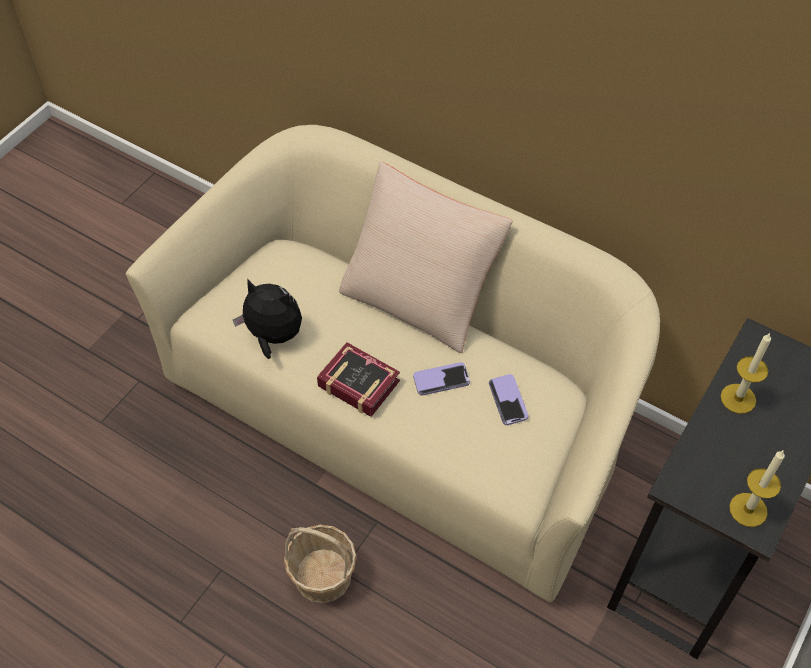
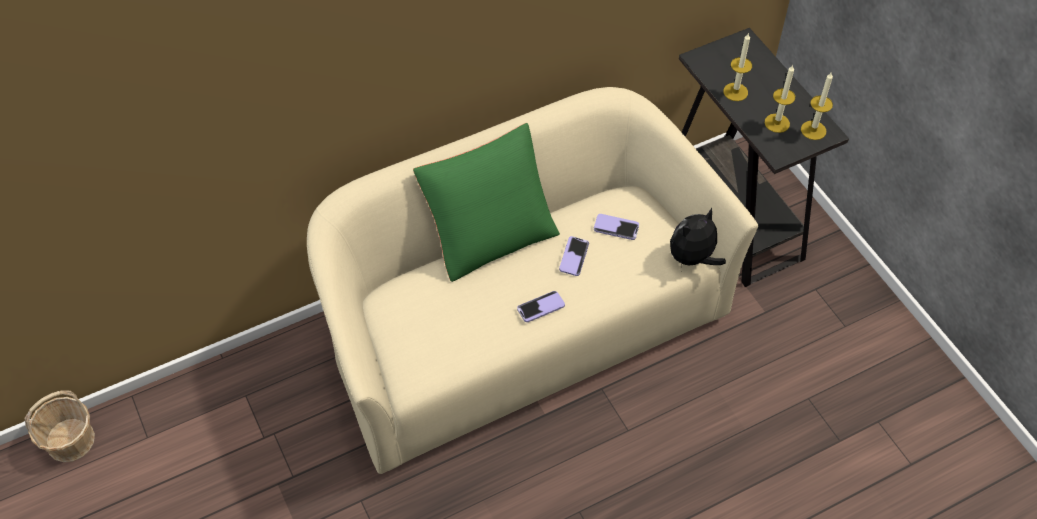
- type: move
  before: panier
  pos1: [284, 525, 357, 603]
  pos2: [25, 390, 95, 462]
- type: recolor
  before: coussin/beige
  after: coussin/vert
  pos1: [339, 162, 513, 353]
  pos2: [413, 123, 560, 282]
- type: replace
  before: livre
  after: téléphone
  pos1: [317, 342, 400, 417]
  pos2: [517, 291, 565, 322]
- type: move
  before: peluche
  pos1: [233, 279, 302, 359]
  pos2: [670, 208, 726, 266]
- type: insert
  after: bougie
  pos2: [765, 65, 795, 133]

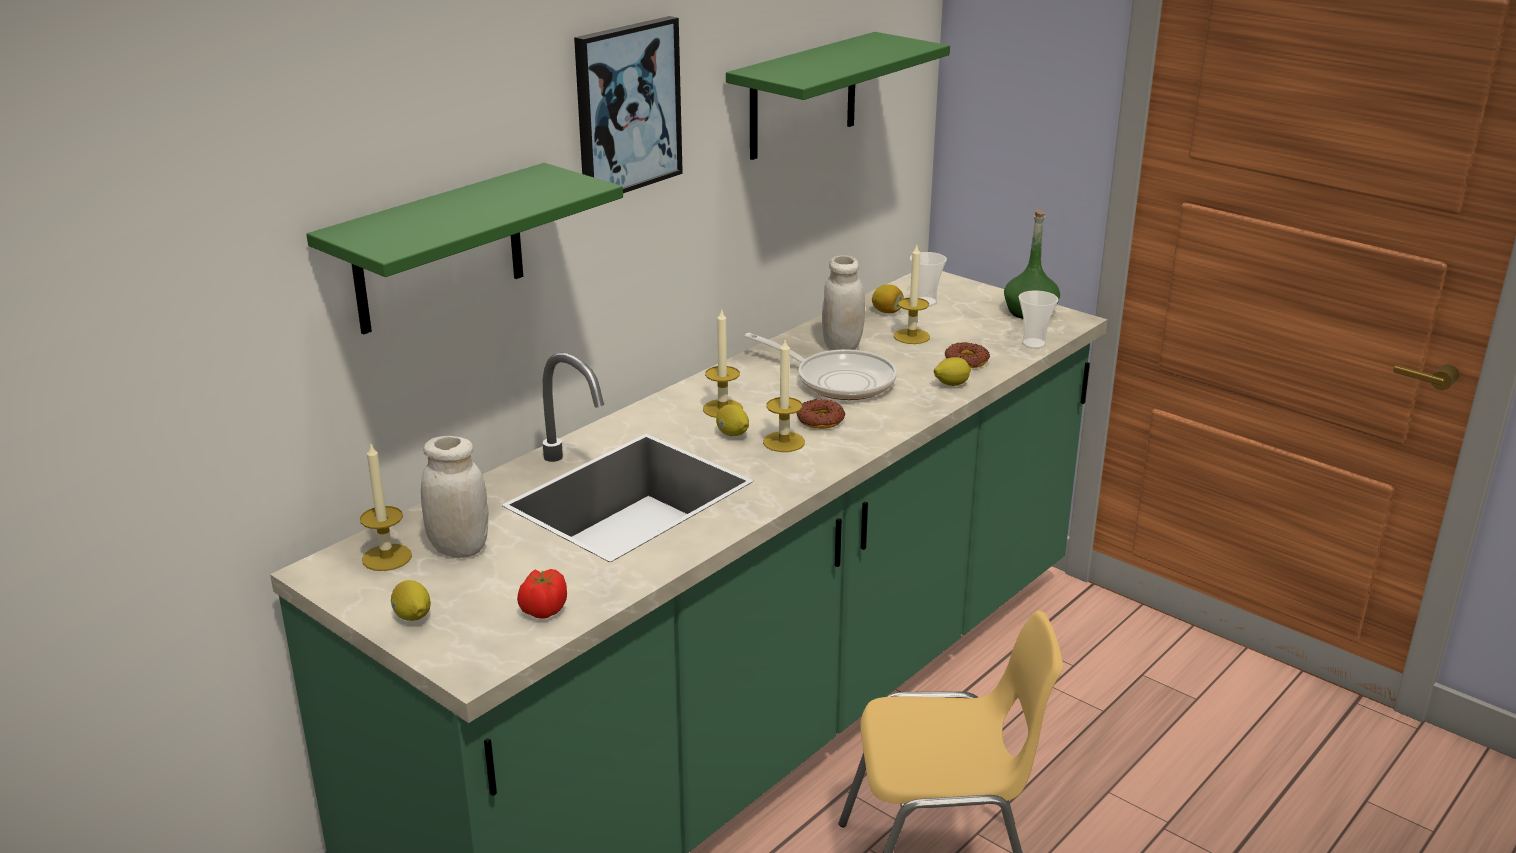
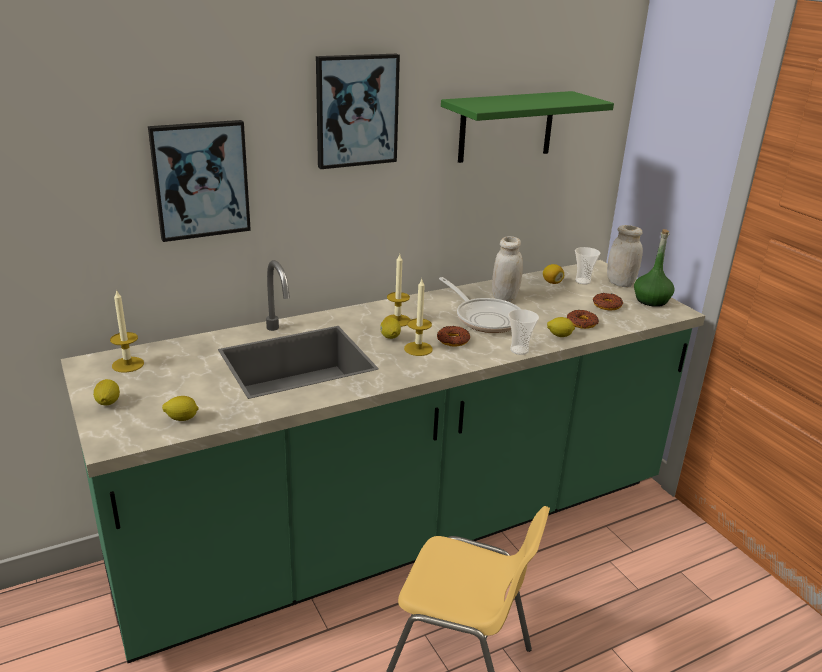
- type: replace
  before: étagère/vert
  after: tableau
  pos1: [306, 163, 623, 335]
  pos2: [148, 120, 251, 242]
- type: replace
  before: tomate
  after: citron
  pos1: [517, 569, 567, 619]
  pos2: [162, 396, 199, 421]
- type: move
  before: tasse
  pos1: [1019, 290, 1058, 349]
  pos2: [508, 309, 539, 355]
- type: insert
  after: beignet
  pos2: [593, 293, 623, 310]
- type: move
  before: bocal/blanc
  pos1: [421, 436, 488, 558]
  pos2: [607, 225, 643, 287]
- type: delete
  before: bougie
  pos1: [894, 246, 930, 344]

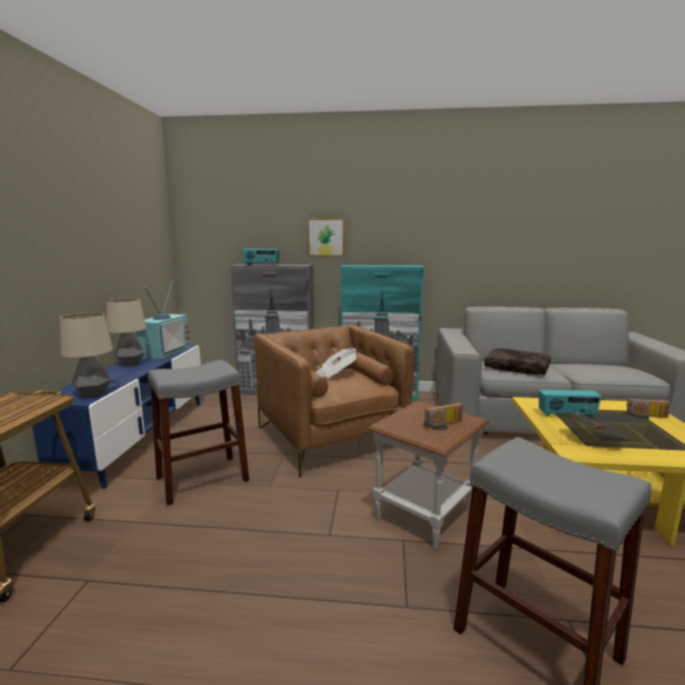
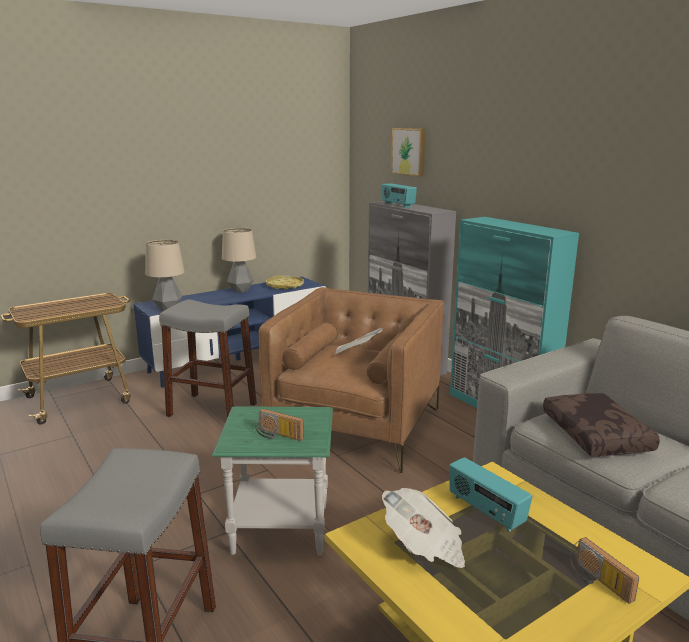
- type: recolor
  before: table d'appoint/marron
  after: table d'appoint/vert
  pos1: [367, 401, 490, 549]
  pos2: [212, 406, 333, 556]
- type: replace
  before: téléviseur
  after: plateau/jaune
  pos1: [136, 281, 190, 360]
  pos2: [266, 275, 304, 290]
- type: move
  before: tableau
  pos1: [308, 218, 345, 256]
  pos2: [391, 128, 426, 177]

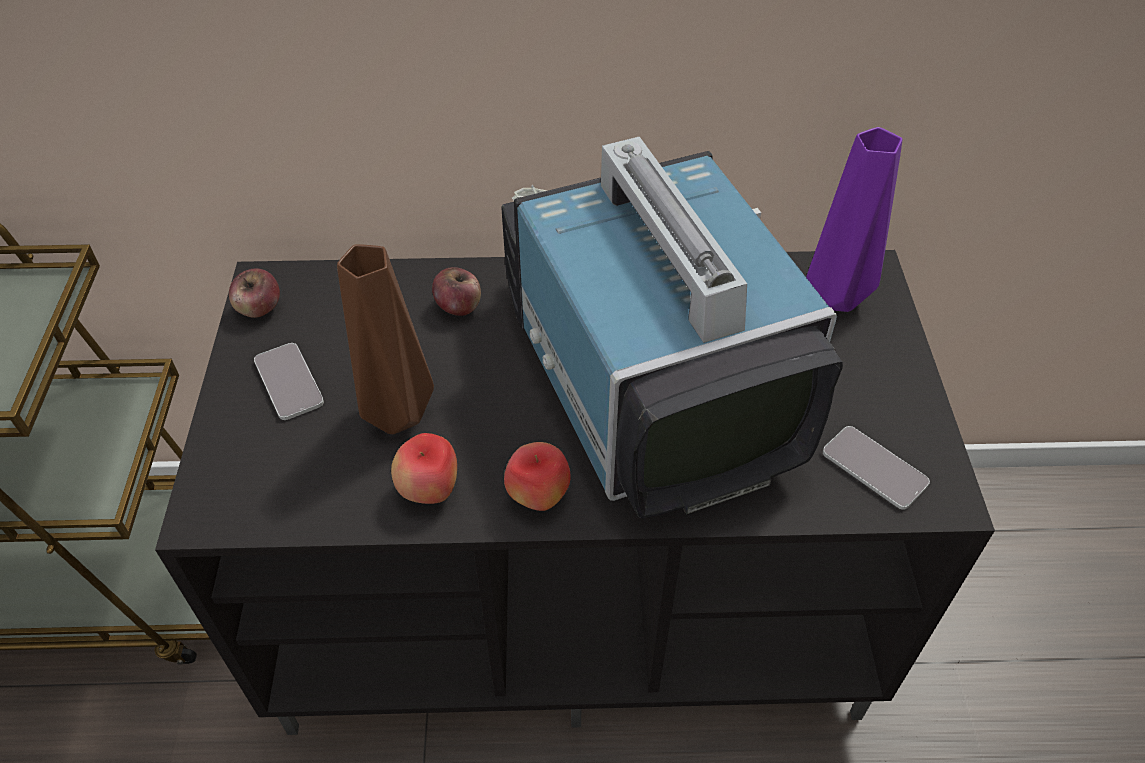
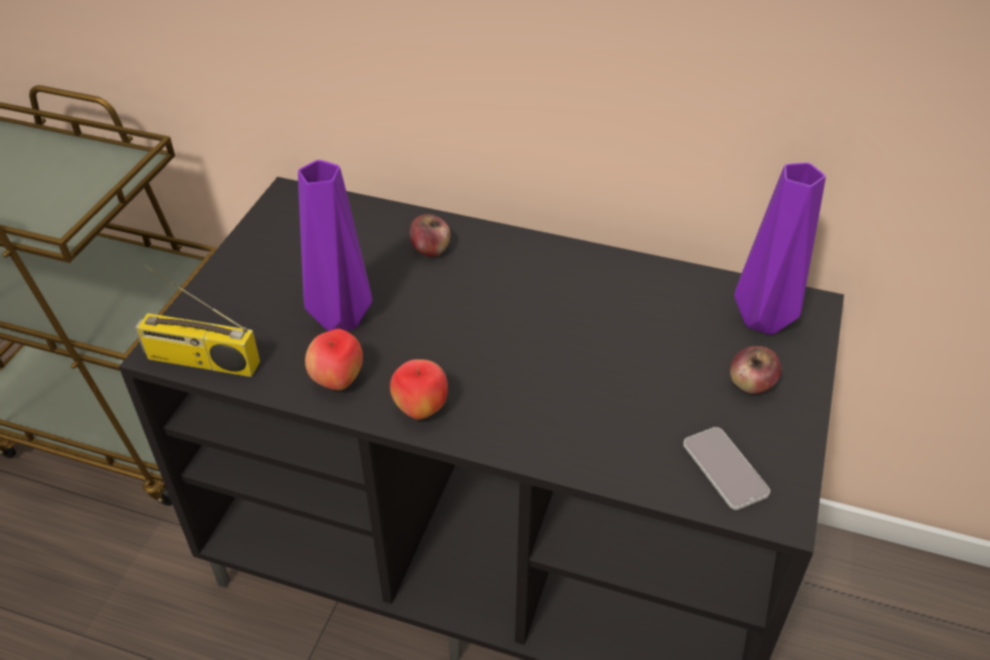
- type: insert
  after: radio
  pos2: [135, 265, 260, 377]
- type: recolor
  before: vase/marron
  after: vase/violet
  pos1: [337, 244, 434, 434]
  pos2: [298, 160, 372, 331]
- type: move
  before: pomme
  pos1: [229, 268, 280, 318]
  pos2: [730, 346, 781, 394]
- type: delete
  before: téléphone
  pos1: [254, 343, 324, 420]
- type: delete
  before: téléviseur
  pos1: [501, 137, 843, 519]

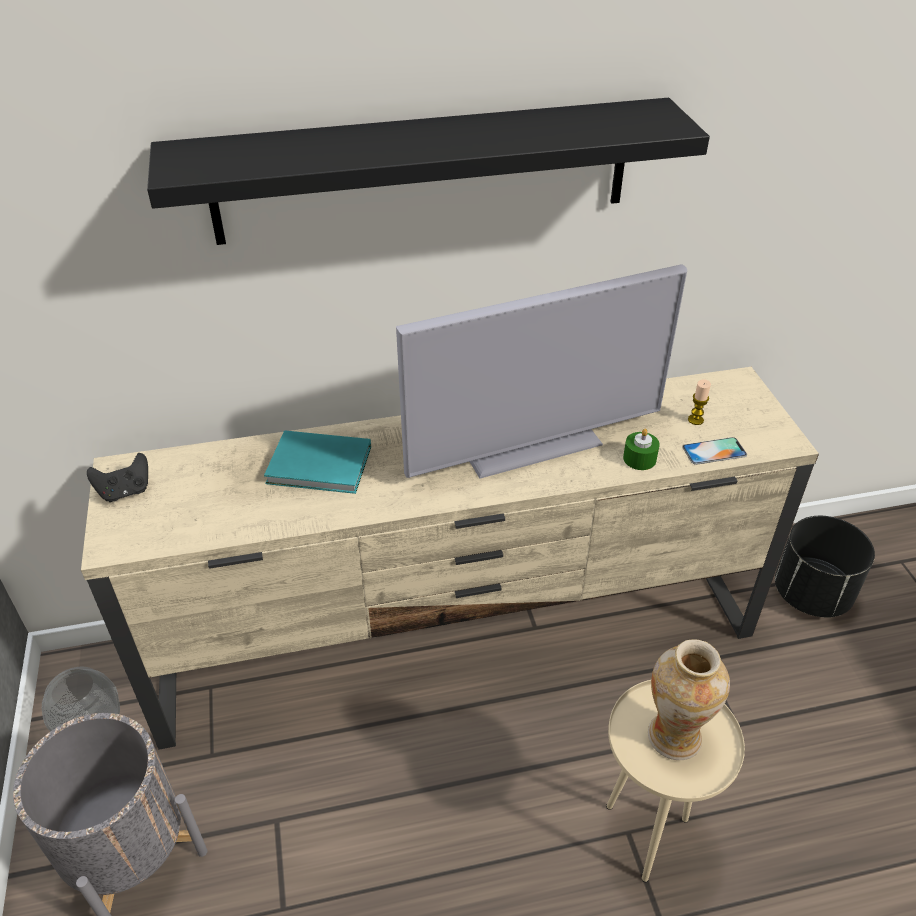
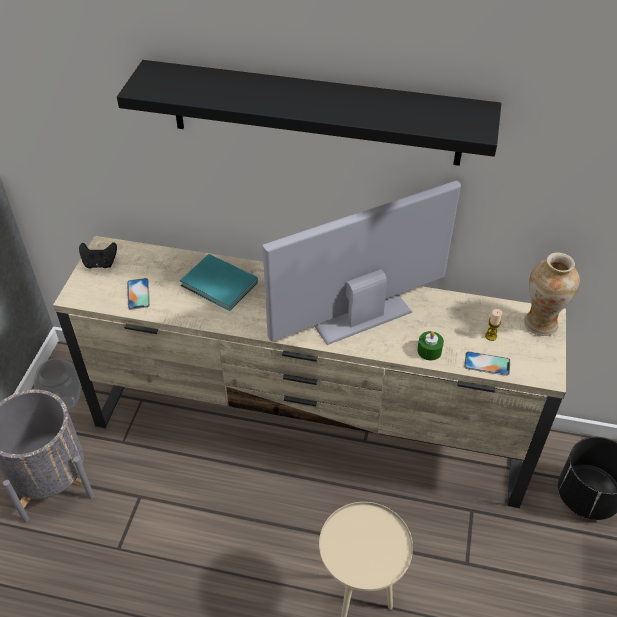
- type: insert
  after: téléphone
  pos2: [127, 278, 150, 309]
- type: rotate
  before: téléviseur
  pos1: [396, 264, 687, 478]
  pos2: [262, 181, 461, 345]
  turn: 150
- type: move
  before: vase
  pos1: [648, 639, 730, 760]
  pos2: [524, 252, 580, 336]

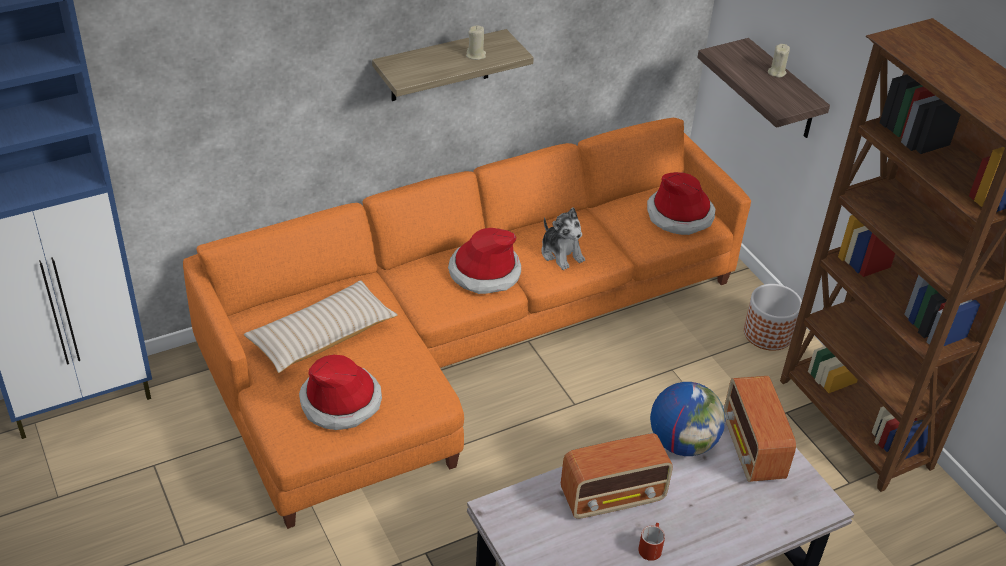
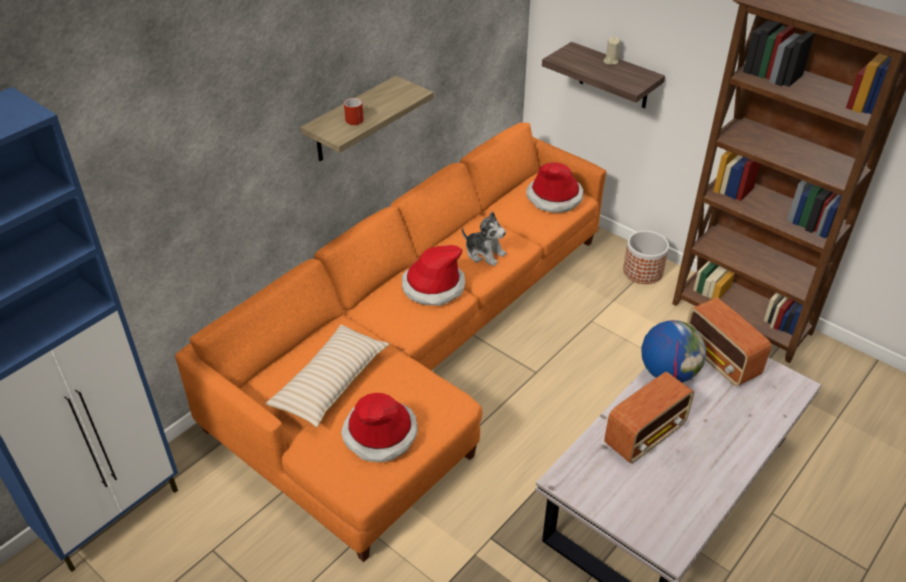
- type: move
  before: mug/rouge
  pos1: [638, 523, 665, 561]
  pos2: [344, 98, 364, 125]
- type: delete
  before: bougie/beige
  pos1: [466, 25, 486, 60]

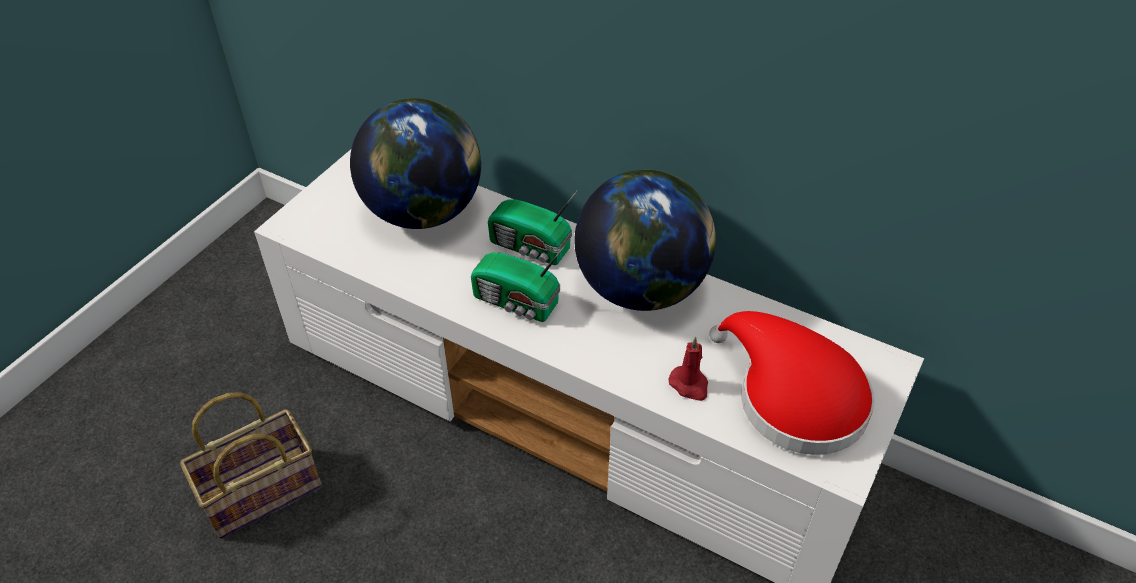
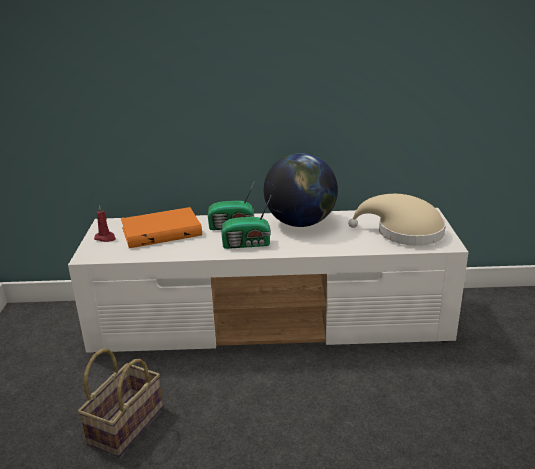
- type: move
  before: bougie/rouge
  pos1: [668, 337, 708, 401]
  pos2: [94, 205, 116, 242]
- type: replace
  before: globe
  after: livre/orange
  pos1: [350, 98, 481, 229]
  pos2: [121, 207, 202, 248]
- type: recolor
  before: chapeau/rouge
  after: chapeau/beige
  pos1: [709, 311, 875, 455]
  pos2: [348, 194, 446, 246]

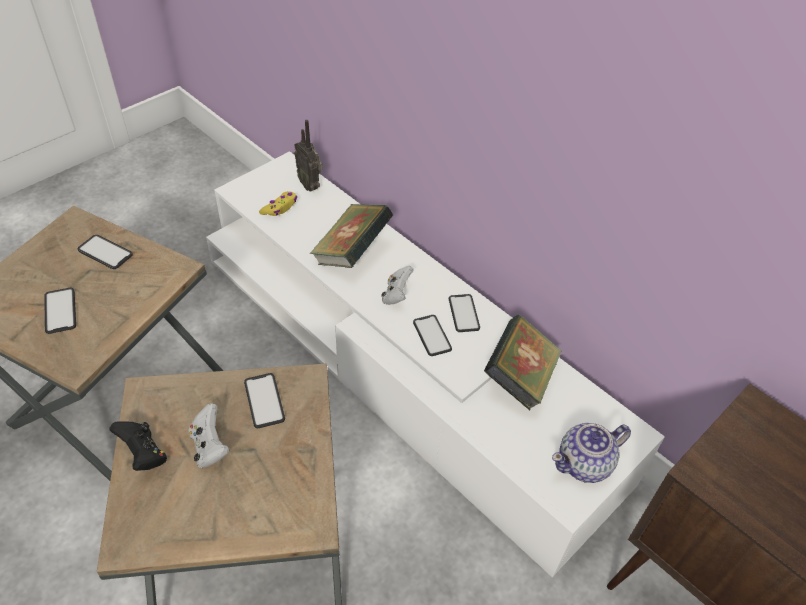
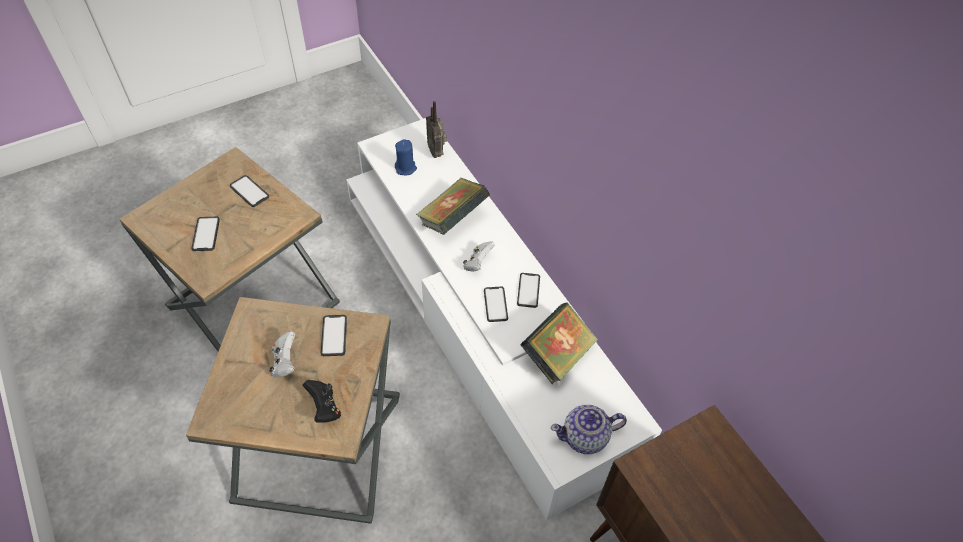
- type: move
  before: manette/noir
  pos1: [109, 421, 167, 471]
  pos2: [303, 380, 341, 422]
- type: replace
  before: manette/jaune
  after: bougie/bleu
  pos1: [259, 191, 297, 216]
  pos2: [395, 140, 417, 175]

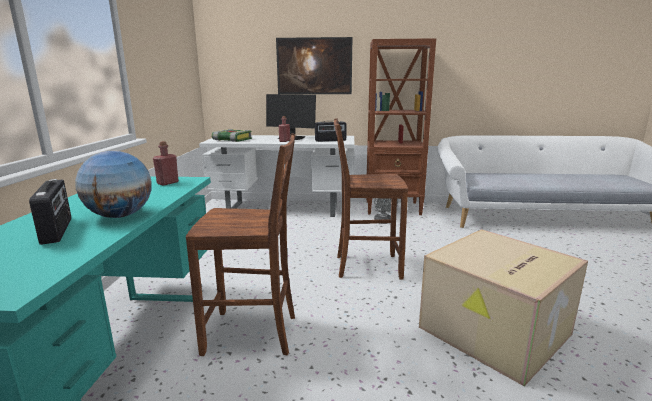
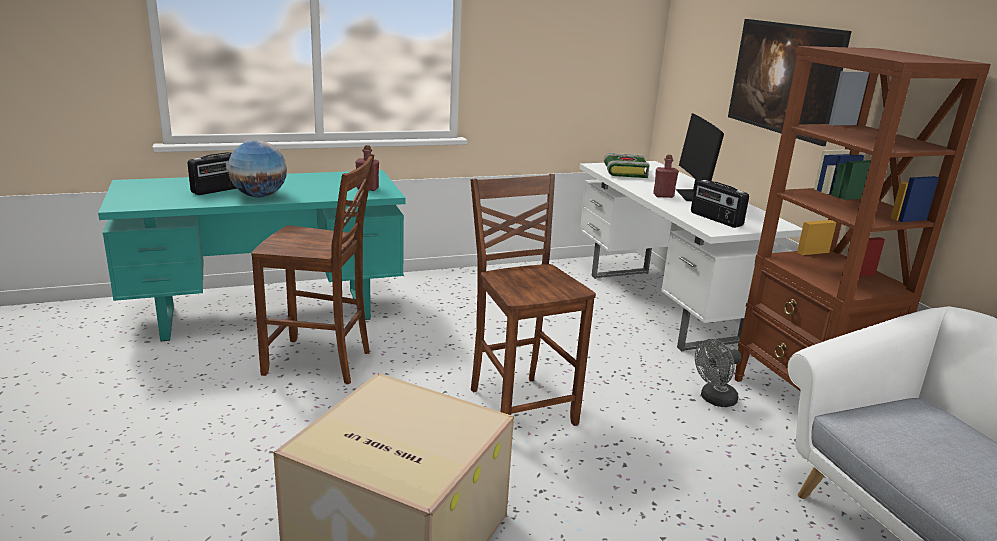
- type: rotate
  before: chaise/marron
  pos1: [186, 133, 295, 356]
  pos2: [251, 154, 375, 384]
  turn: -60

